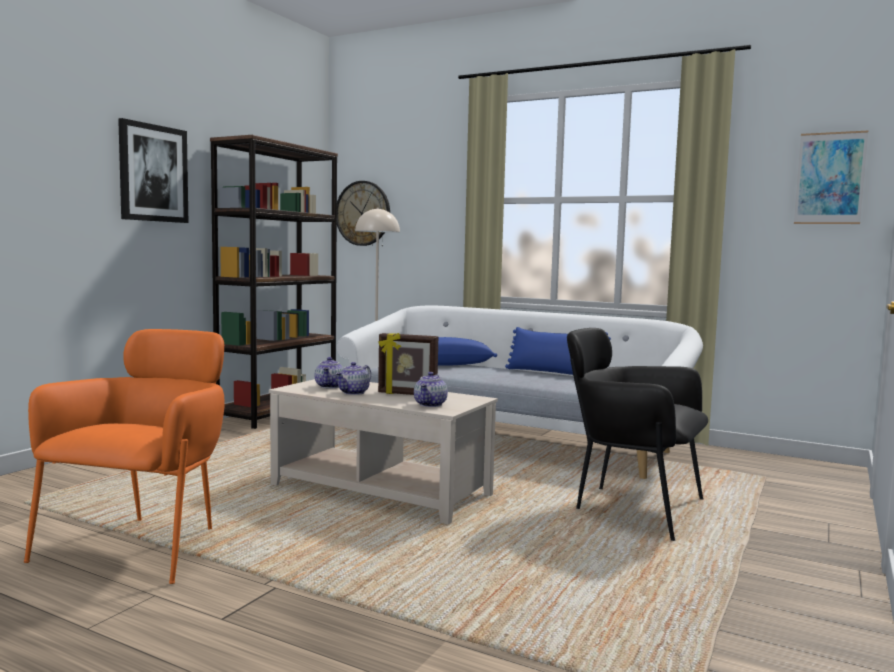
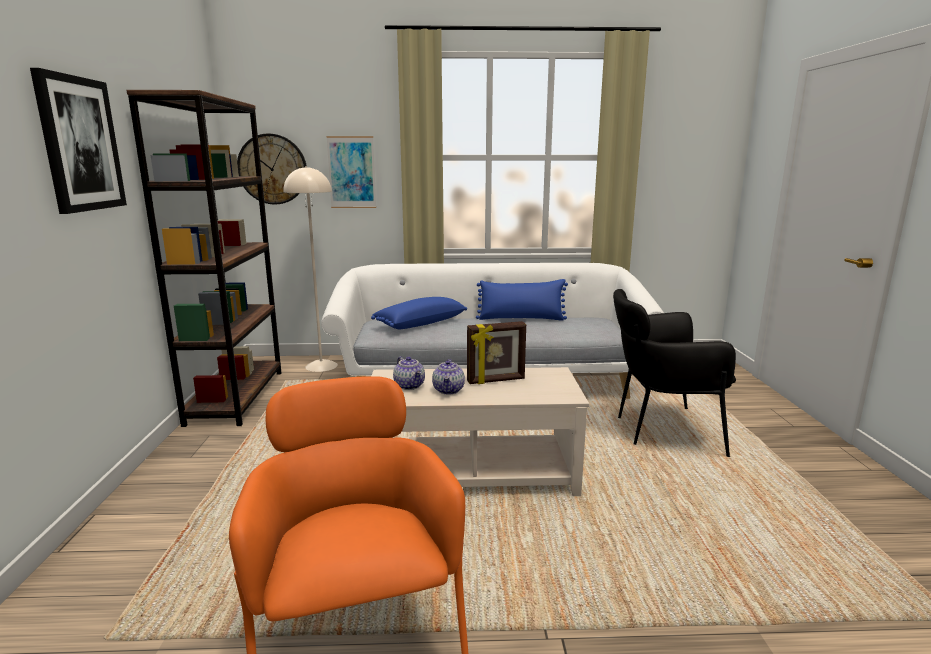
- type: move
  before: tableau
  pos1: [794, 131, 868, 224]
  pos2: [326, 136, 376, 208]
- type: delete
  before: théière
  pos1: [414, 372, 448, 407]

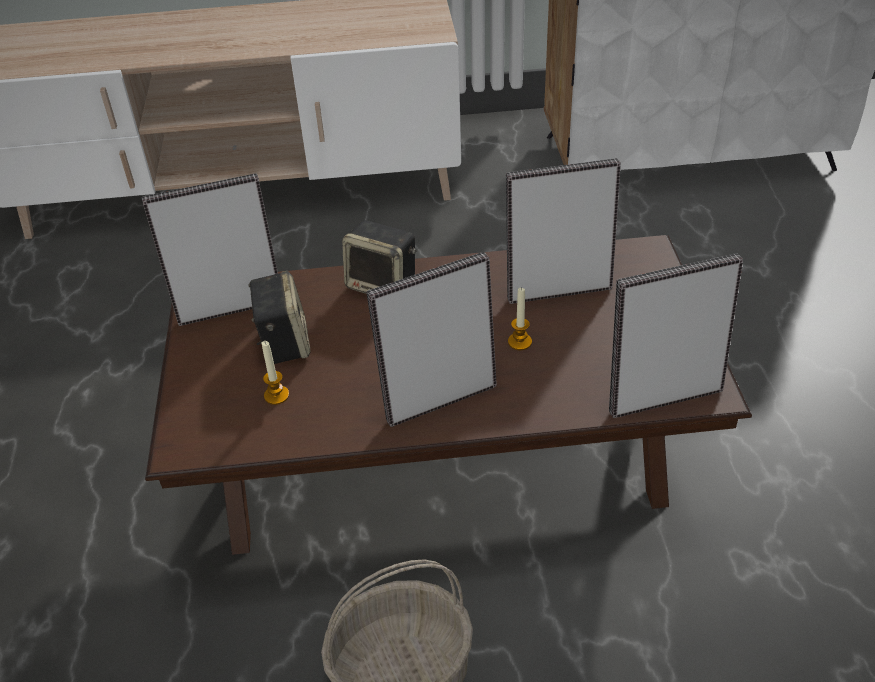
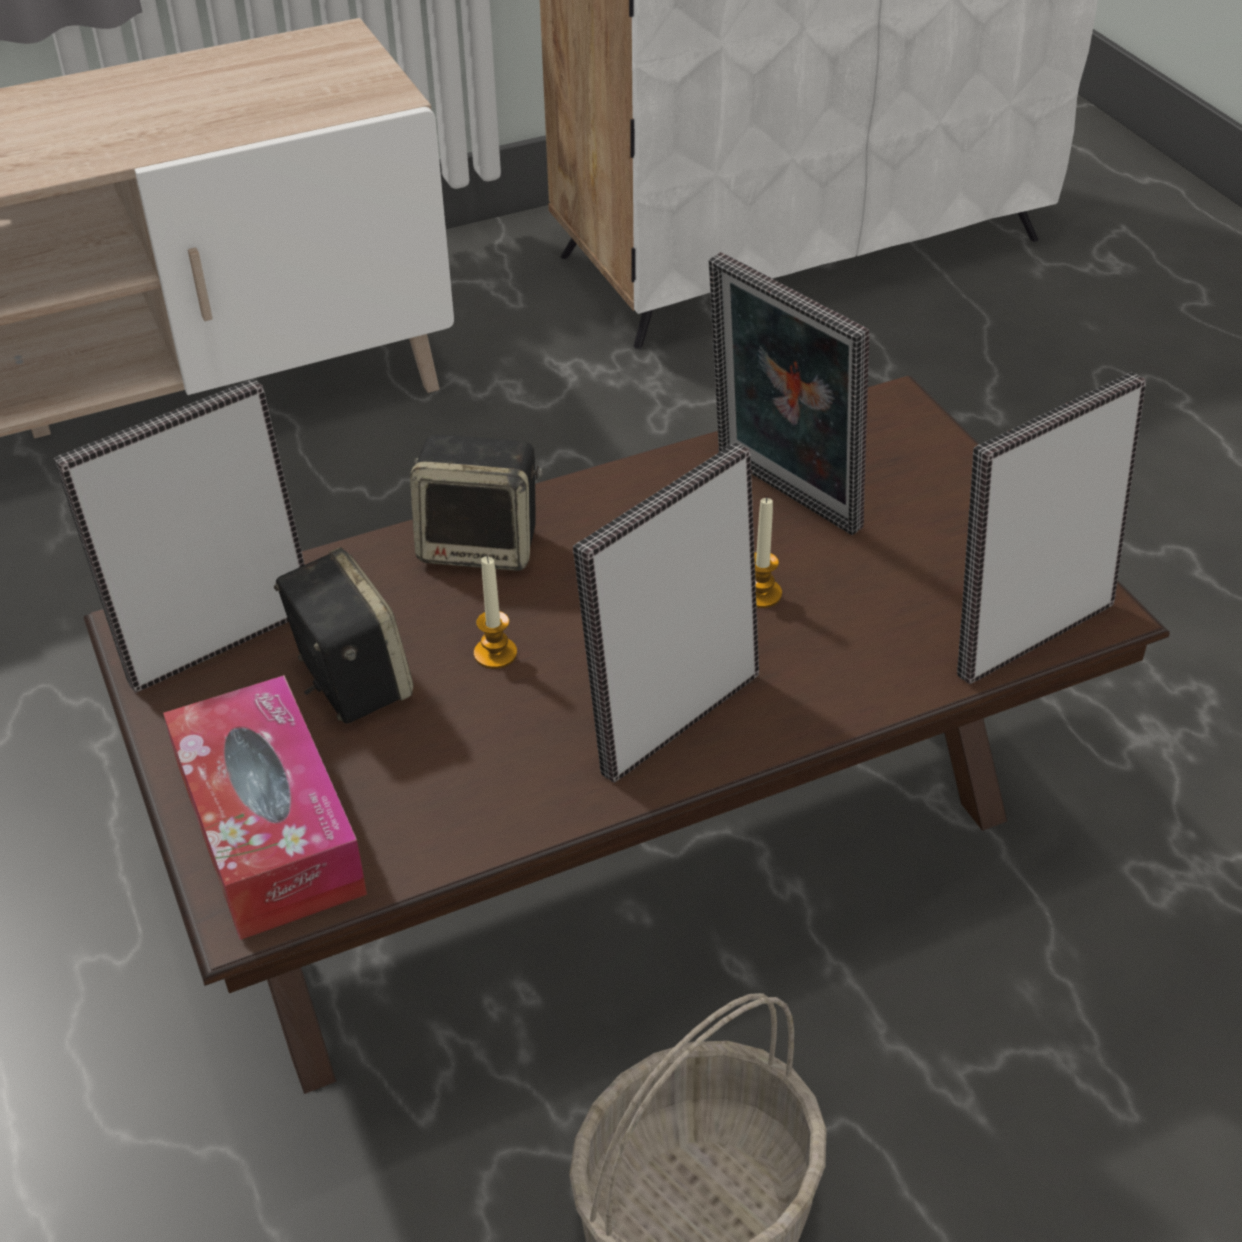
- type: insert
  after: boîte à mouchoirs
  pos2: [163, 675, 367, 940]
- type: move
  before: bougie
  pos1: [261, 341, 289, 405]
  pos2: [474, 556, 517, 669]
- type: rotate
  before: cadre photo
  pos1: [506, 158, 621, 304]
  pos2: [709, 252, 869, 535]
  turn: -105

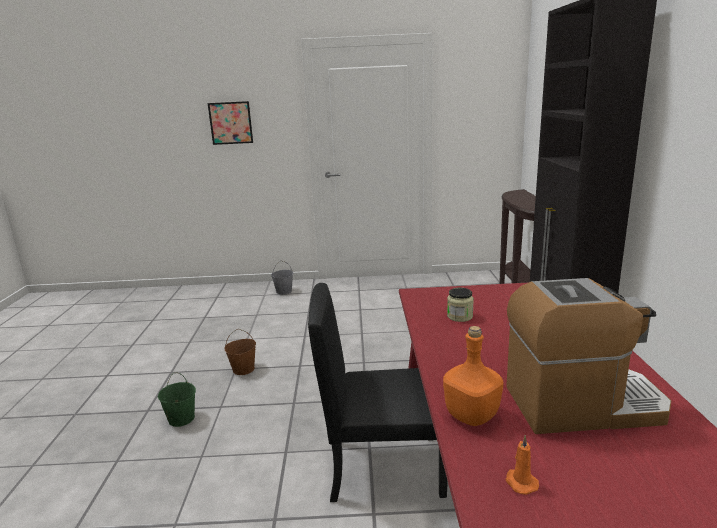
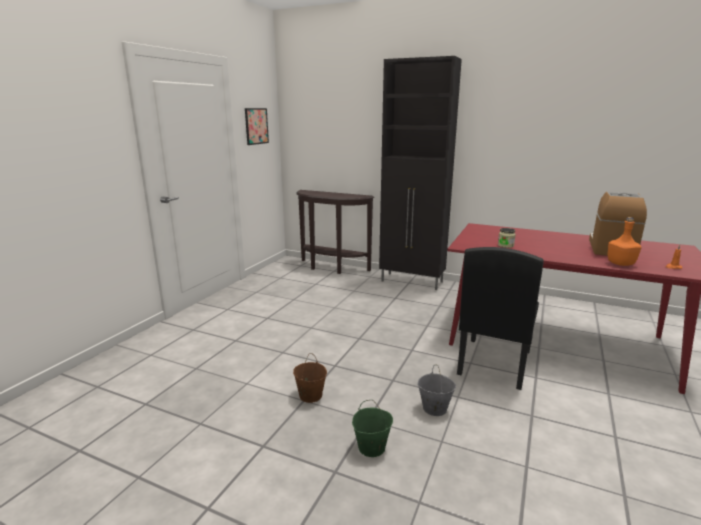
- type: move
  before: tableau
  pos1: [208, 101, 253, 145]
  pos2: [245, 108, 269, 145]
- type: move
  before: seau/gris
  pos1: [271, 261, 293, 295]
  pos2: [417, 366, 456, 416]

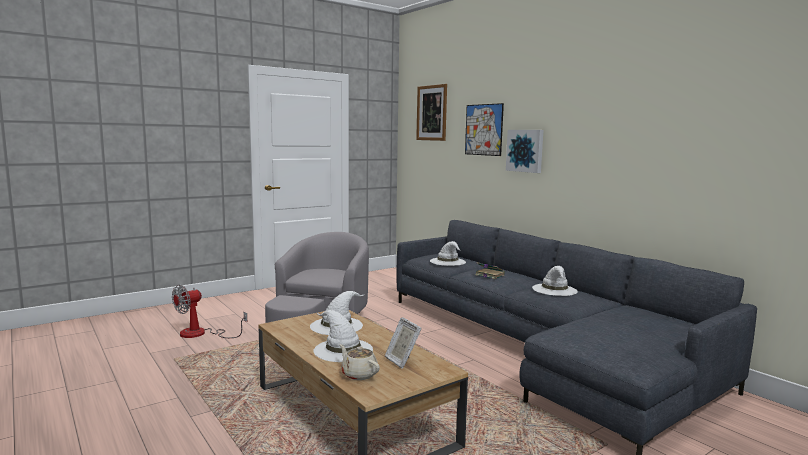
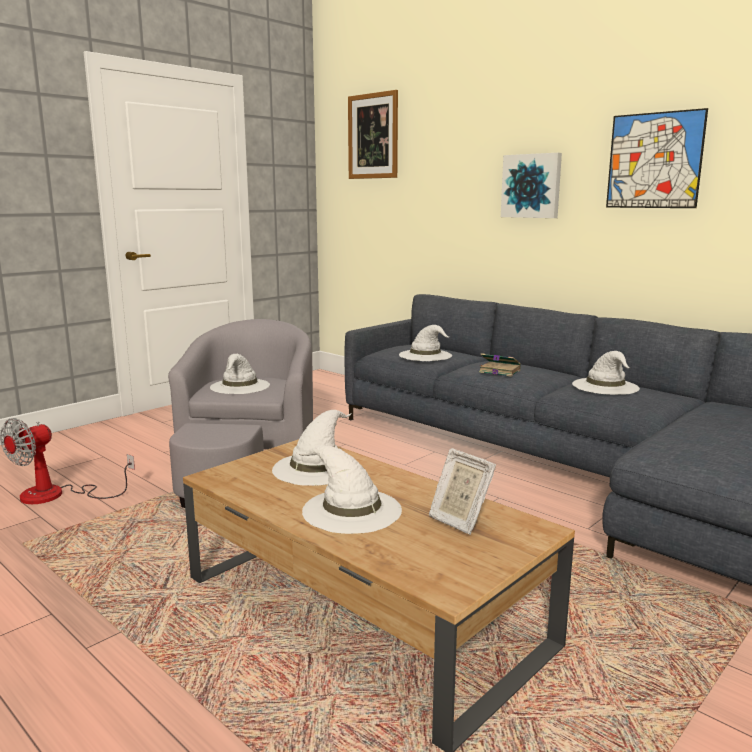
- type: insert
  after: chapeau/blanc
  pos2: [210, 354, 270, 394]
- type: move
  before: tableau
  pos1: [465, 103, 504, 156]
  pos2: [606, 108, 708, 208]
- type: delete
  before: théière/beige
  pos1: [340, 344, 380, 380]

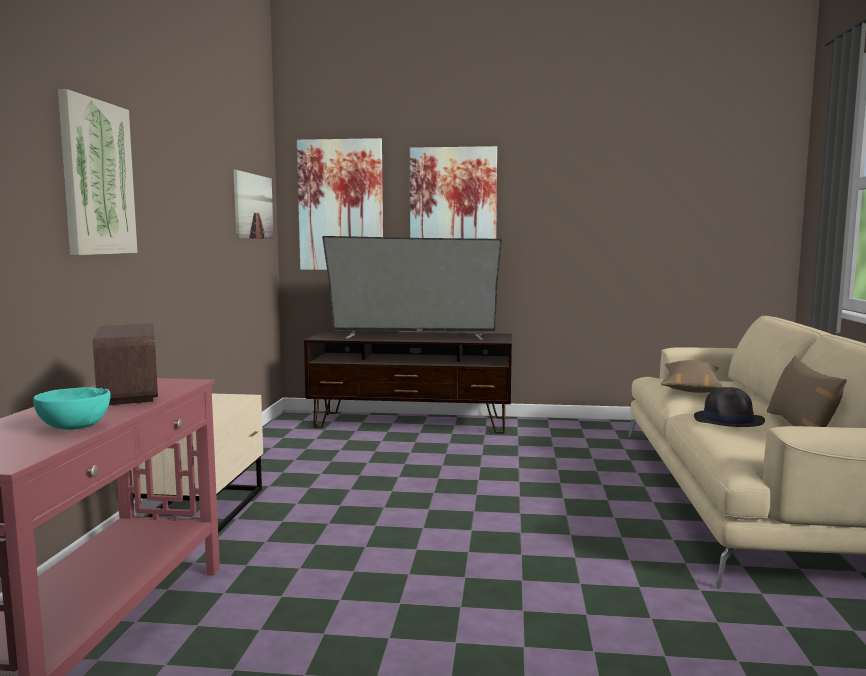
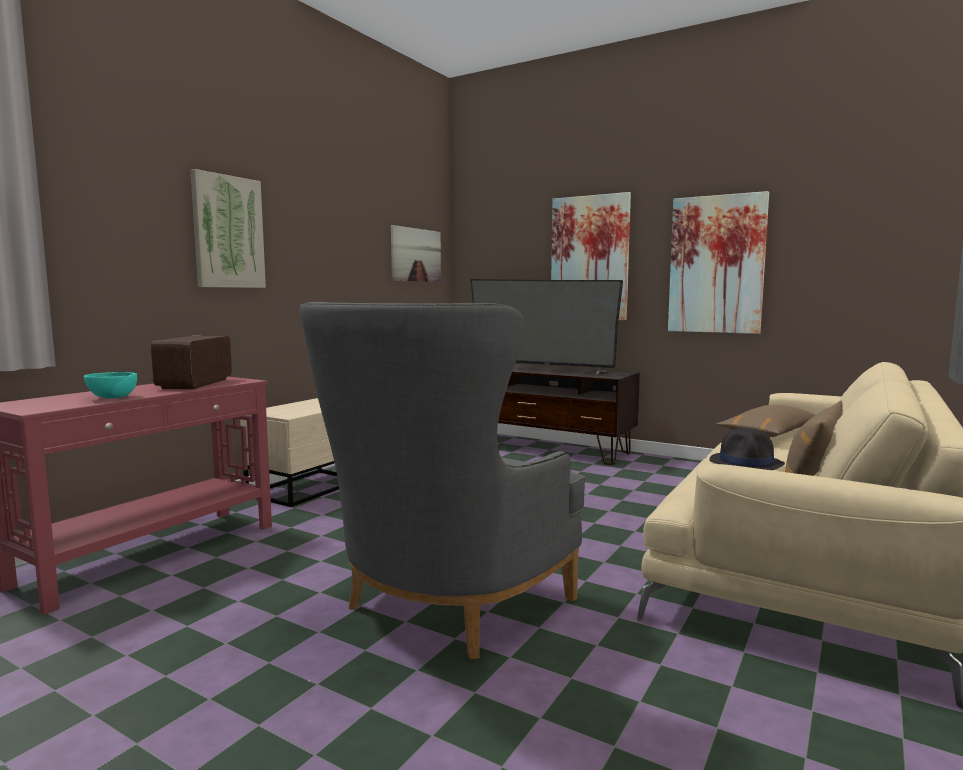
- type: insert
  after: fauteuil/gris
  pos2: [300, 302, 585, 659]
- type: move
  before: tableau
  pos1: [297, 138, 383, 270]
  pos2: [668, 191, 769, 334]

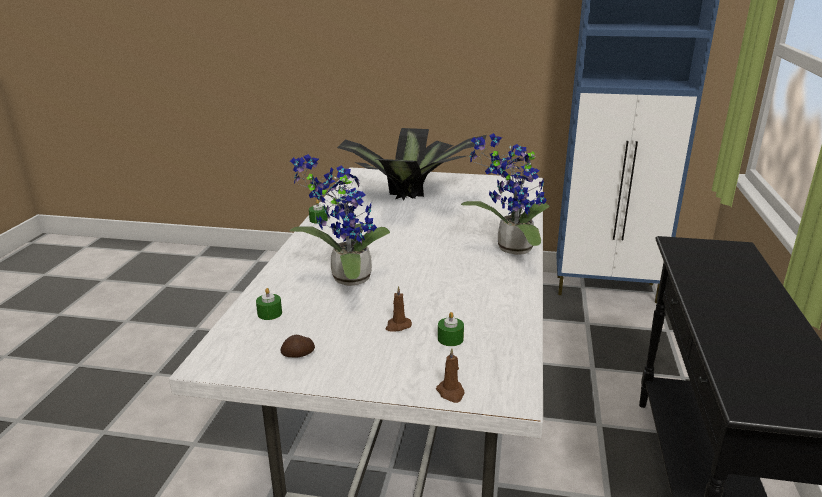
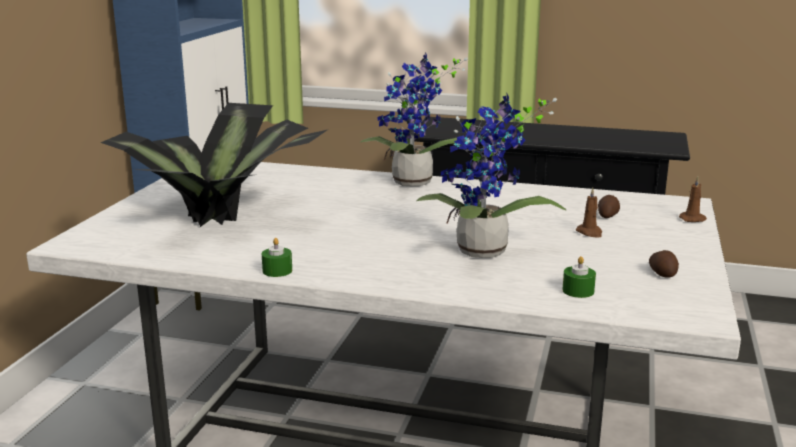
- type: replace
  before: bougie/vert
  after: pomme de terre
  pos1: [438, 312, 464, 346]
  pos2: [598, 195, 620, 218]

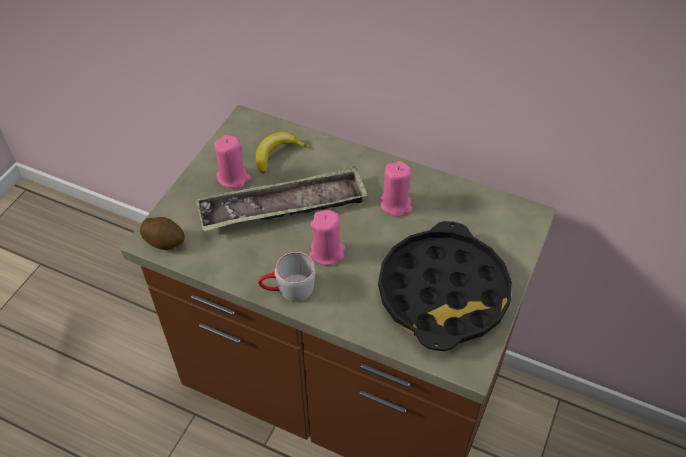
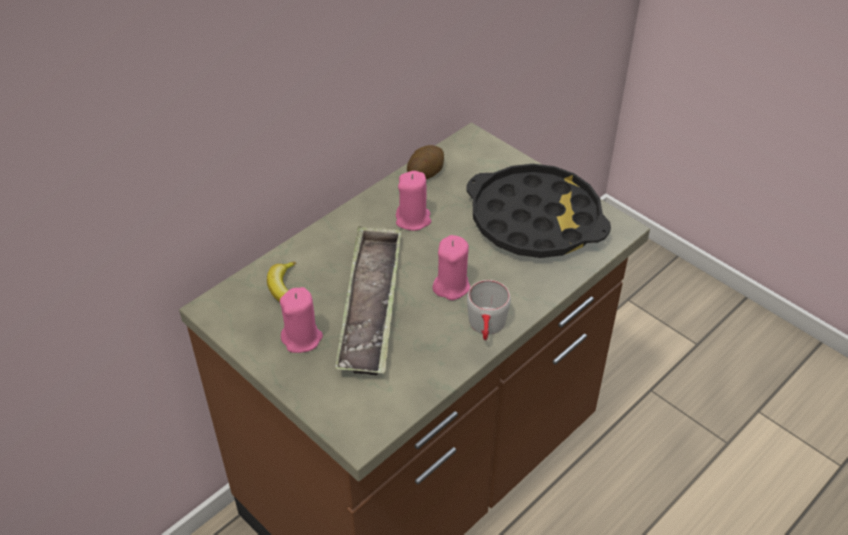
- type: move
  before: pomme de terre
  pos1: [140, 217, 185, 250]
  pos2: [407, 145, 444, 179]

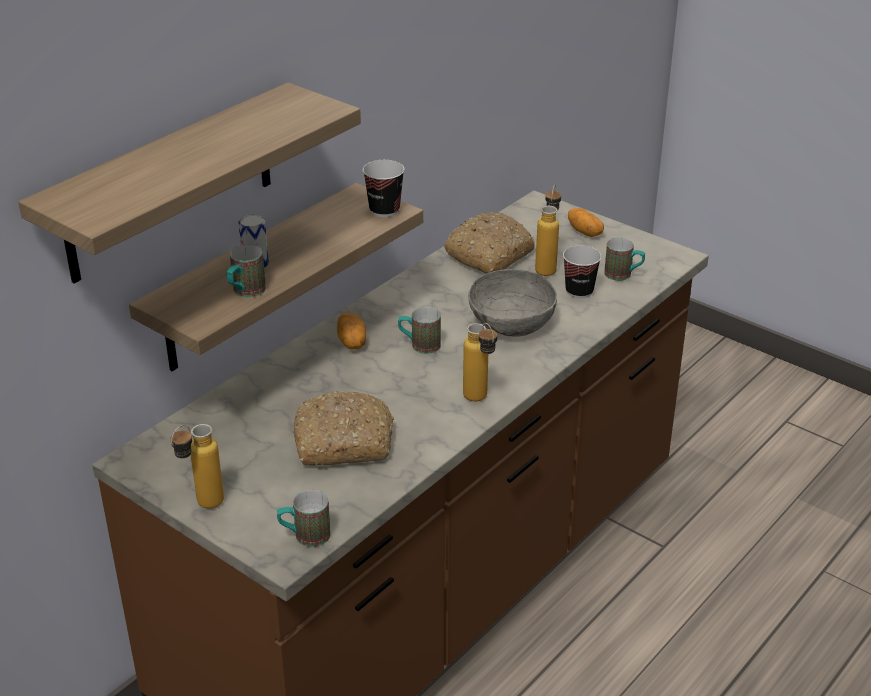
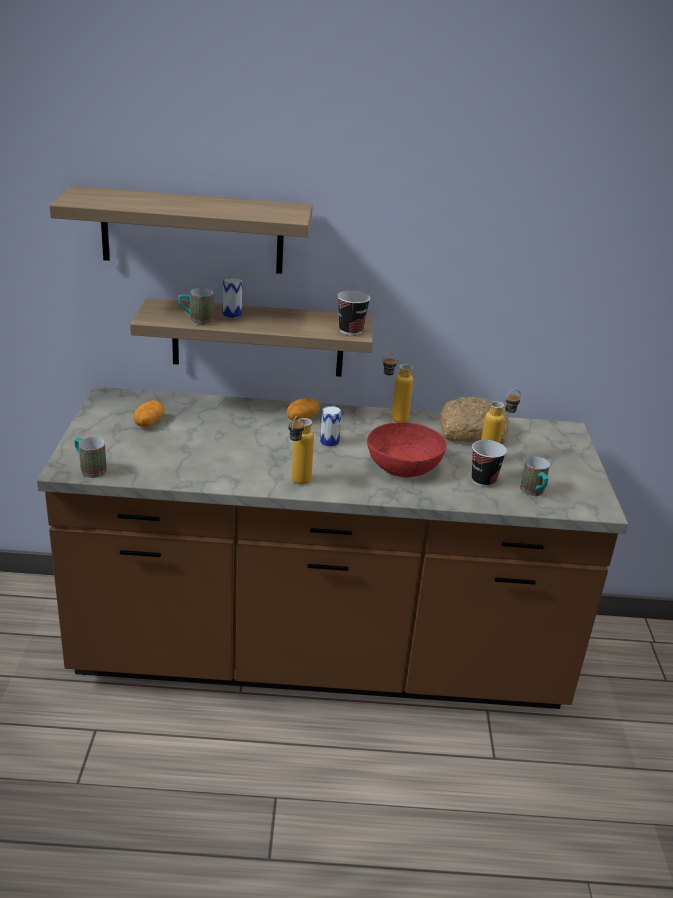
- type: move
  before: pomme de terre
  pos1: [568, 208, 604, 237]
  pos2: [134, 400, 165, 427]
- type: replace
  before: mug
  after: boîte métallique
  pos1: [398, 307, 441, 354]
  pos2: [320, 406, 342, 447]
- type: recolor
  before: bol/gris
  after: bol/rouge
  pos1: [468, 269, 557, 336]
  pos2: [367, 422, 447, 477]
- type: move
  before: bouteille
  pos1: [170, 424, 224, 508]
  pos2: [382, 353, 414, 422]
- type: delete
  before: pain
  pos1: [294, 391, 394, 466]

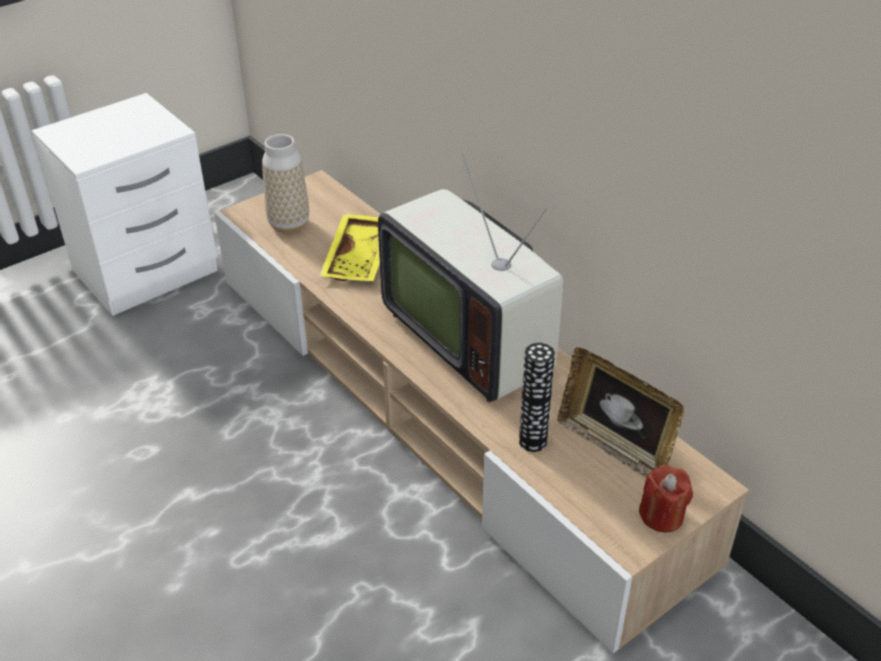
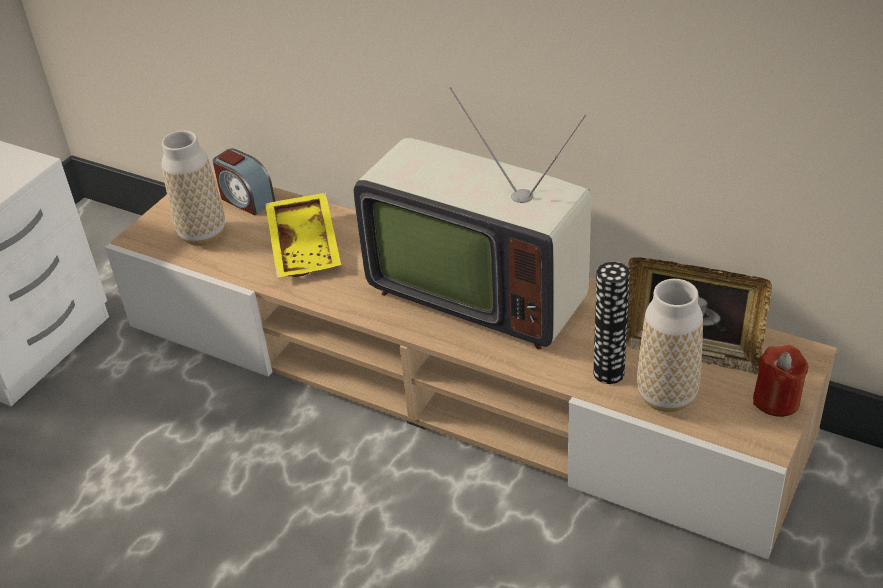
- type: insert
  after: réveil
  pos2: [213, 149, 275, 216]
- type: insert
  after: vase
  pos2: [637, 279, 703, 412]

